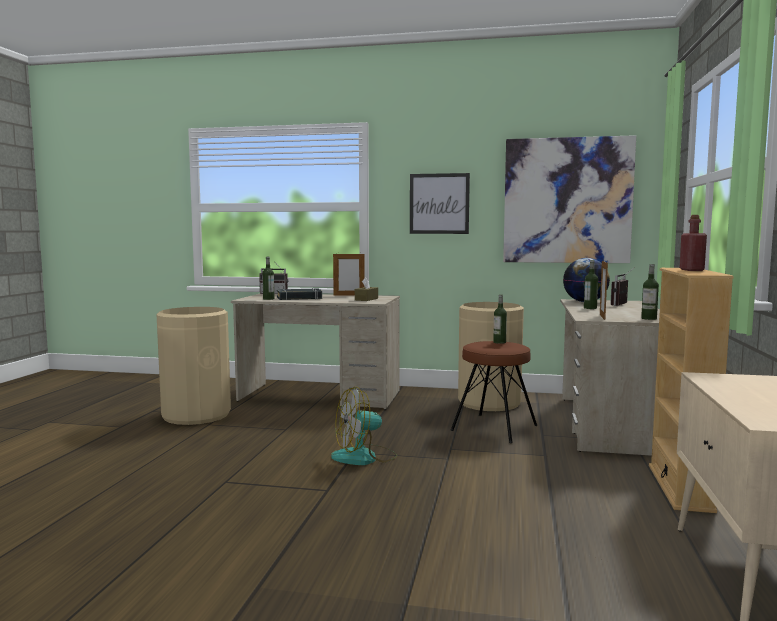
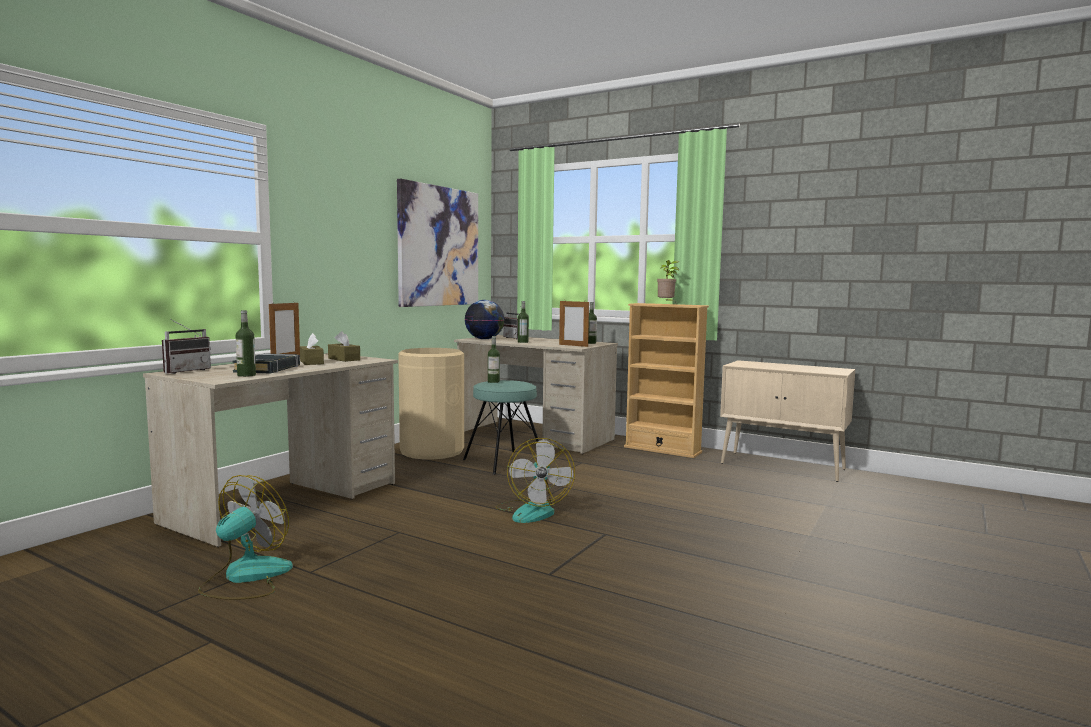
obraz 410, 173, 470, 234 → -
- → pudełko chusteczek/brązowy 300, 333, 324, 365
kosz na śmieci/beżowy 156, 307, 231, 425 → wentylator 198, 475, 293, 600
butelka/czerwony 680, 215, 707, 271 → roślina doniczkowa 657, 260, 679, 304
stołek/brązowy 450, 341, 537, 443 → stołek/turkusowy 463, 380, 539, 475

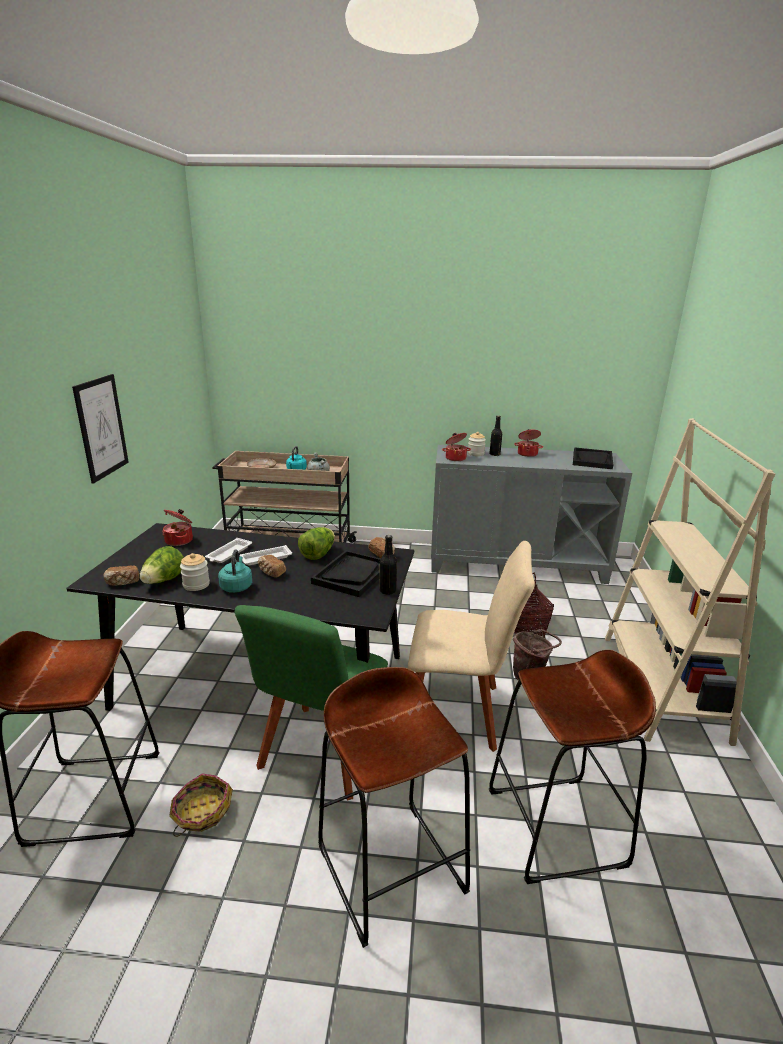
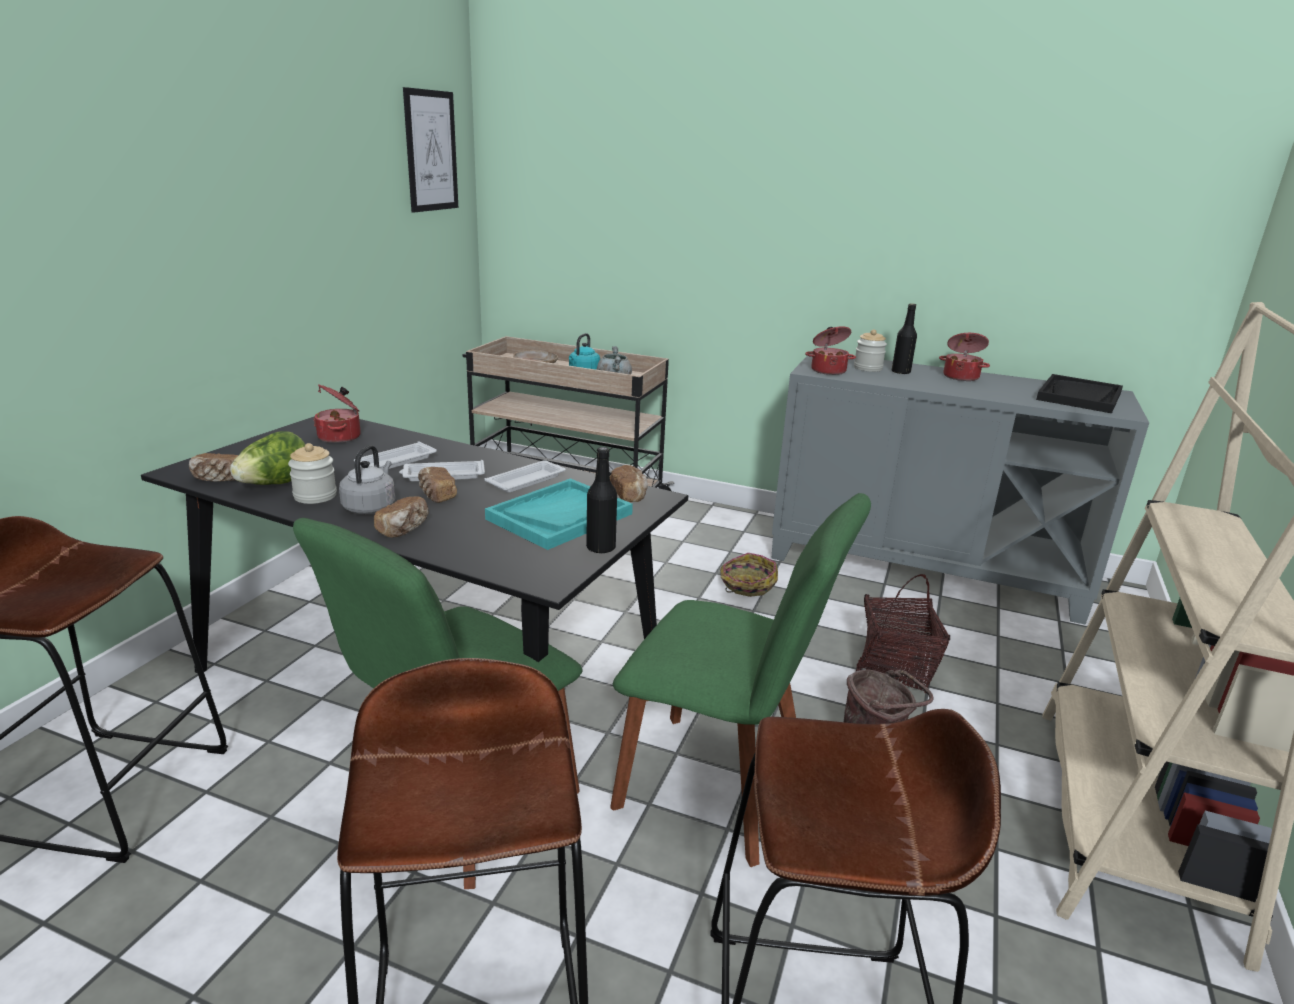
- → chleb 374, 496, 429, 538
obraz 72, 374, 129, 484 → obraz 403, 87, 458, 213, relocated
koszyk 169, 773, 233, 837 → koszyk 720, 553, 778, 597, relocated
sałata 298, 527, 335, 560 → taca/biały 485, 461, 566, 493
czajnik/turkusowy 218, 549, 252, 593 → czajnik/szary 339, 445, 395, 514
taca/czarny 311, 550, 381, 597 → taca/turkusowy 485, 478, 633, 550
krzesło/beżowy 408, 541, 535, 752 → krzesło/zielony 610, 493, 871, 867

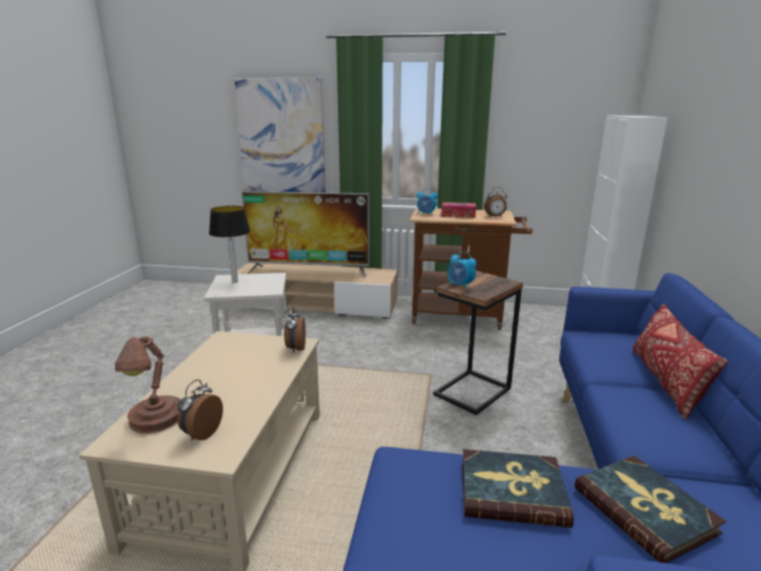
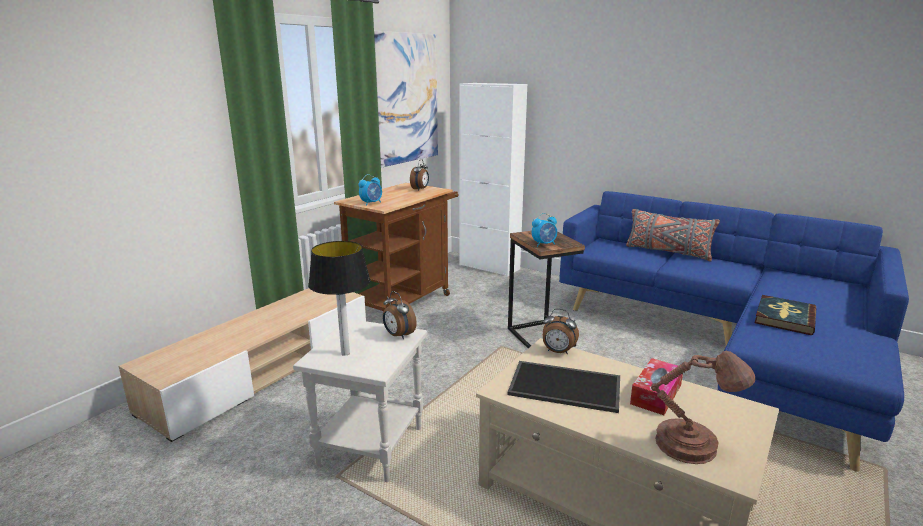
telewizor 241, 191, 369, 278 → -
książka 575, 455, 727, 563 → -
- → taca 508, 361, 620, 413
budzik 177, 379, 223, 441 → budzik 383, 291, 417, 339, relocated
obraz 234, 78, 325, 192 → obraz 374, 31, 438, 168, relocated
pudełko chusteczek 441, 202, 476, 218 → pudełko chusteczek 630, 358, 683, 415, relocated
poduszka/czerwony 633, 304, 728, 419 → poduszka/szary 626, 209, 720, 261

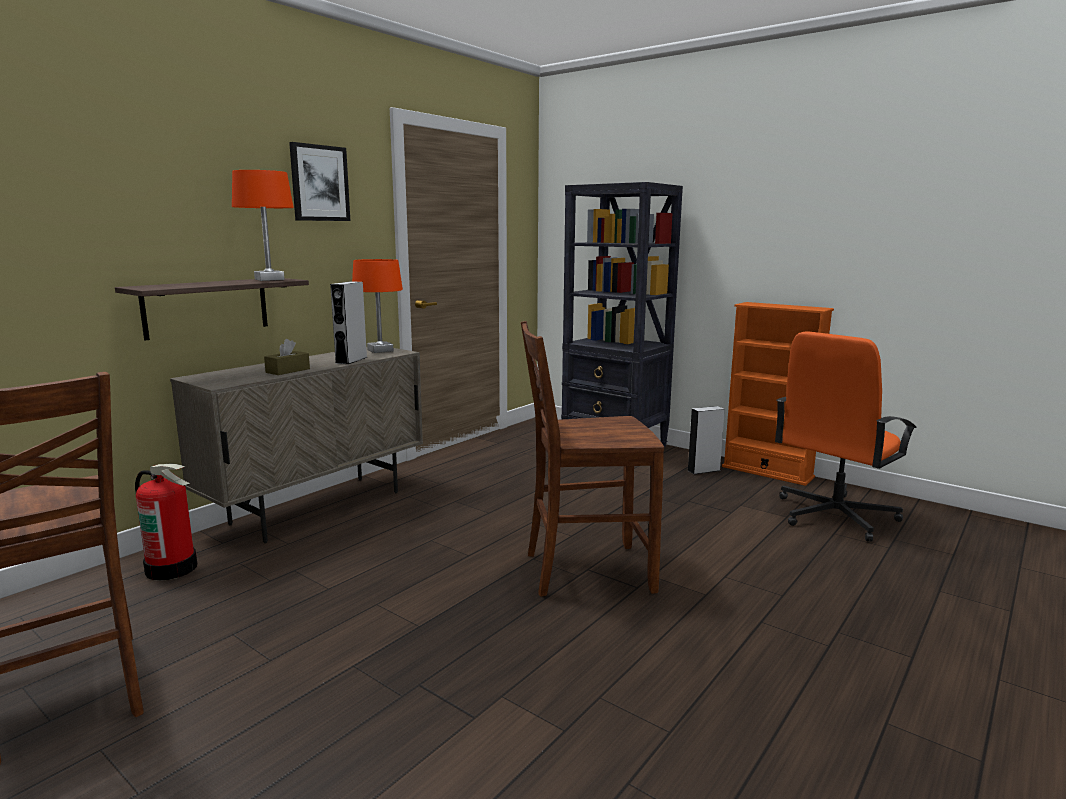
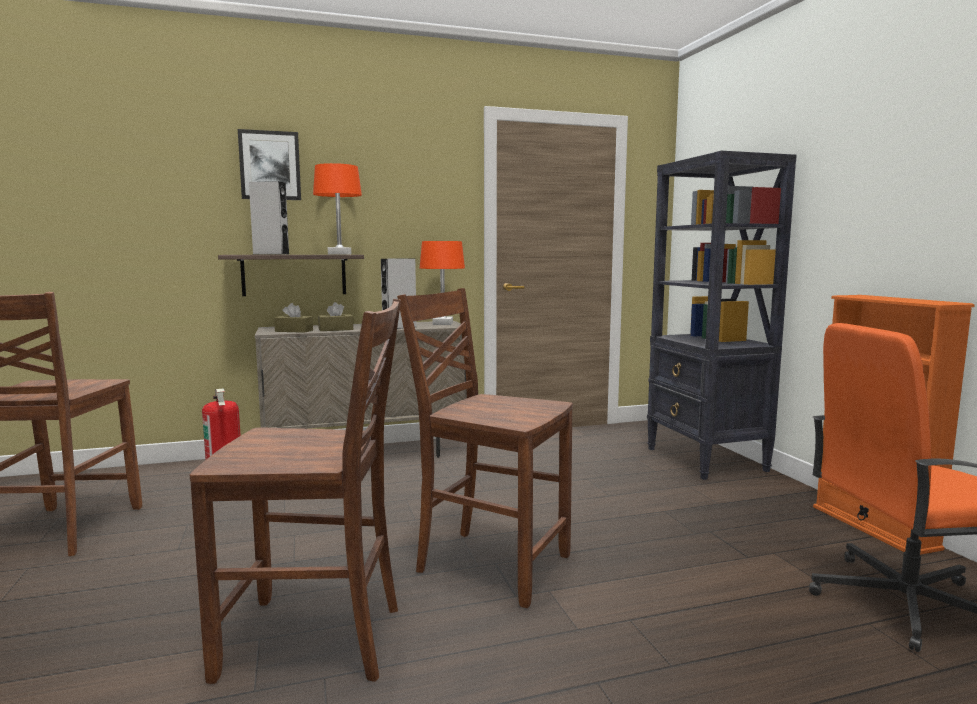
- → krzesło/brązowy 190, 299, 401, 684
- → pudełko chusteczek/brązowy 274, 303, 313, 333
obraz 289, 142, 350, 221 → obraz 238, 129, 301, 200, relocated
głośnik/szary 687, 406, 725, 474 → głośnik/szary 249, 181, 290, 255, relocated

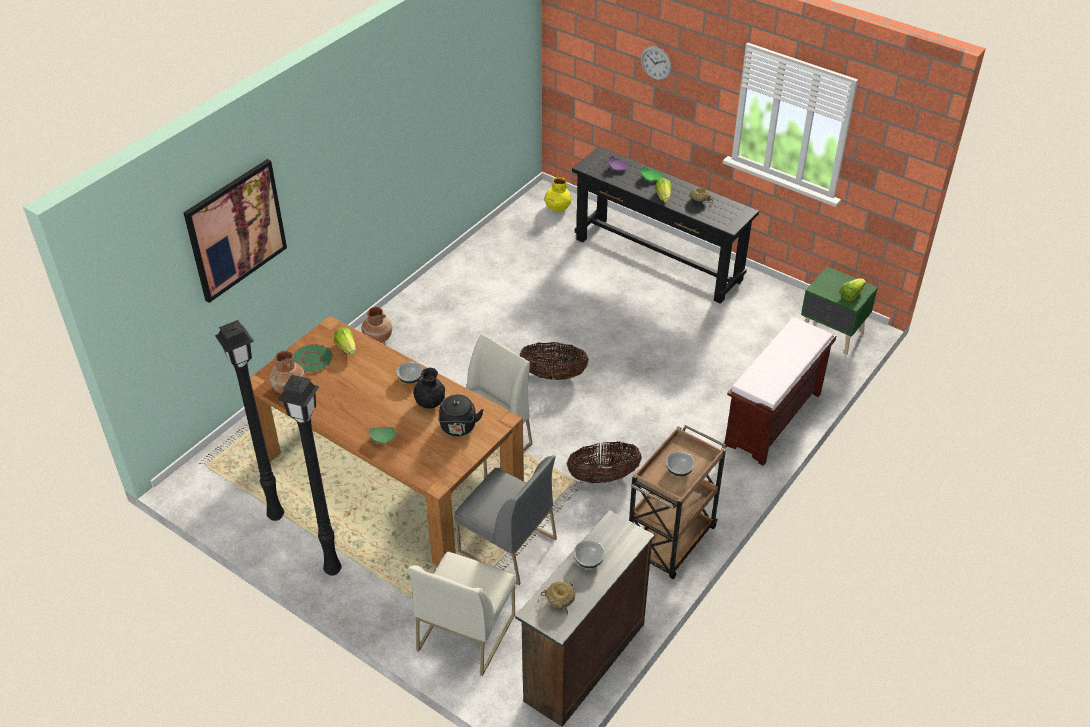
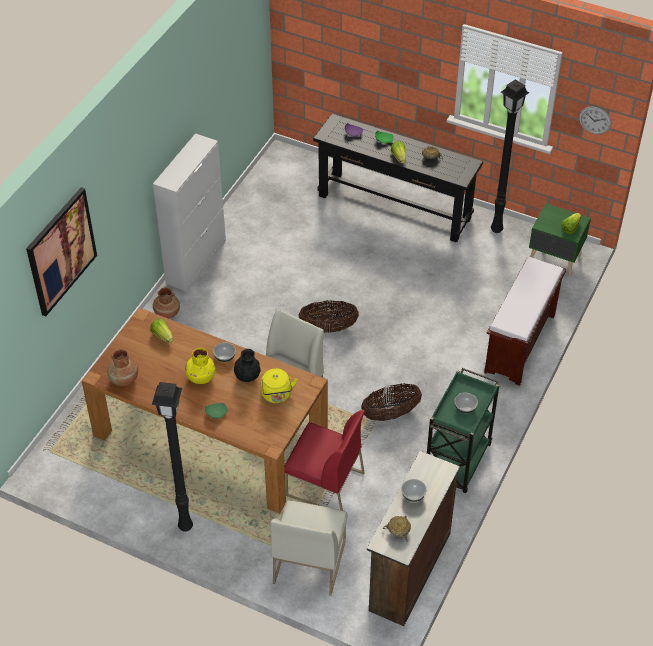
talerz/zielony 293, 344, 333, 373 → -
- → szafka/biały 153, 133, 226, 292
lampa stojąca/czarny 215, 320, 284, 521 → lampa stojąca/czarny 491, 79, 529, 233, relocated
wazon/żółty 545, 177, 572, 211 → wazon/żółty 185, 348, 216, 384, relocated
zegar ścienny 641, 46, 672, 80 → zegar ścienny 579, 107, 611, 134, relocated
czajnik/czarny 438, 395, 484, 436 → czajnik/żółty 260, 368, 298, 403
krzesło/szary 454, 455, 557, 585 → krzesło/czerwony 285, 410, 365, 510
wózek/brązowy 629, 425, 726, 579 → wózek/zielony 427, 368, 499, 493

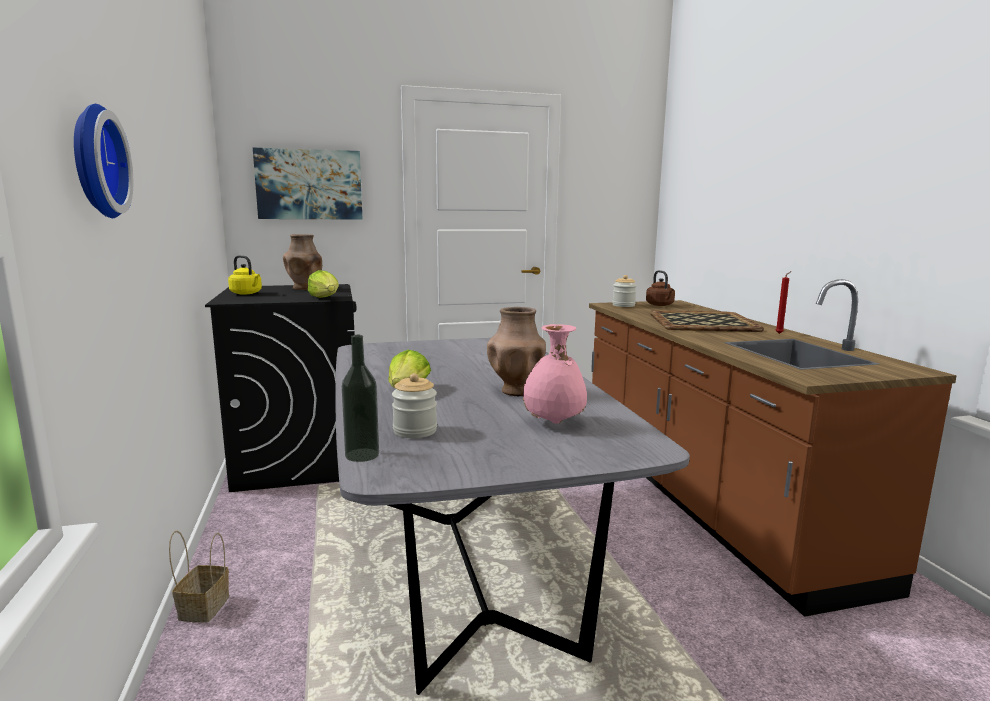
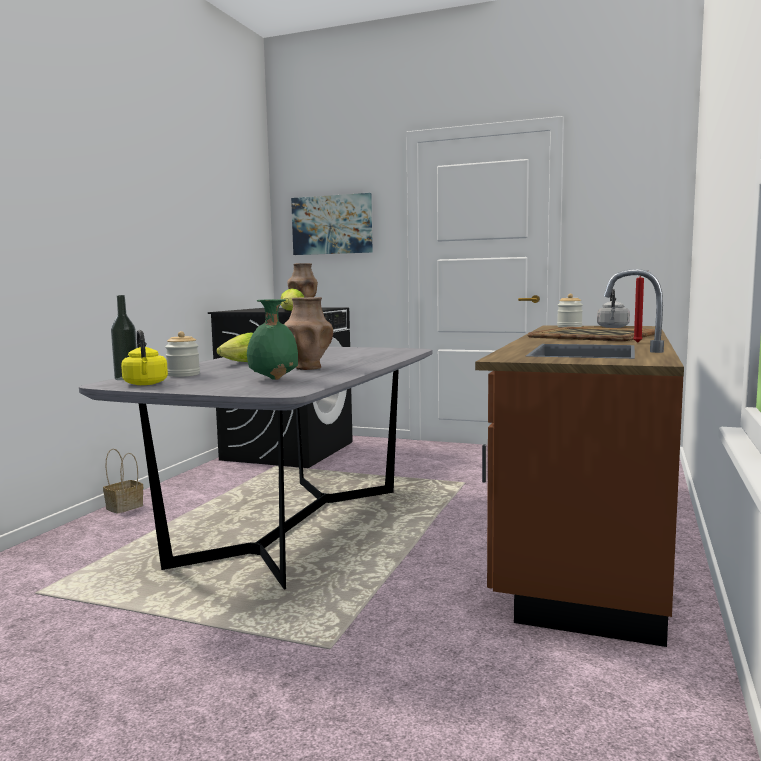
zegar ścienny 74, 104, 133, 218 → -
czajnik/żółty 228, 255, 262, 295 → czajnik/żółty 121, 330, 168, 385, relocated
wazon/różowy 523, 324, 587, 424 → wazon/zielony 247, 299, 298, 380
czajnik/brązowy 646, 270, 675, 306 → czajnik/szary 597, 289, 630, 328

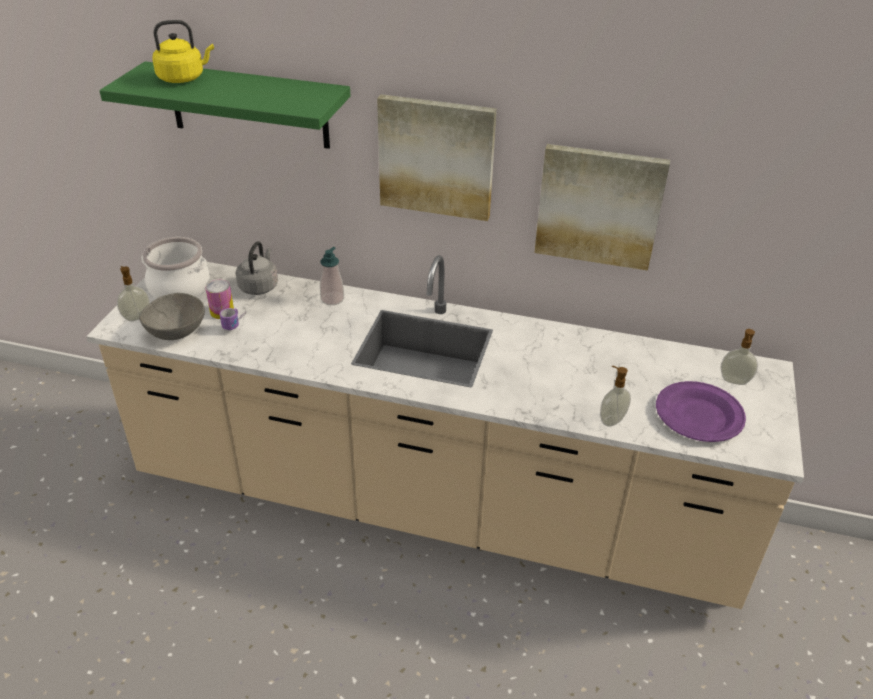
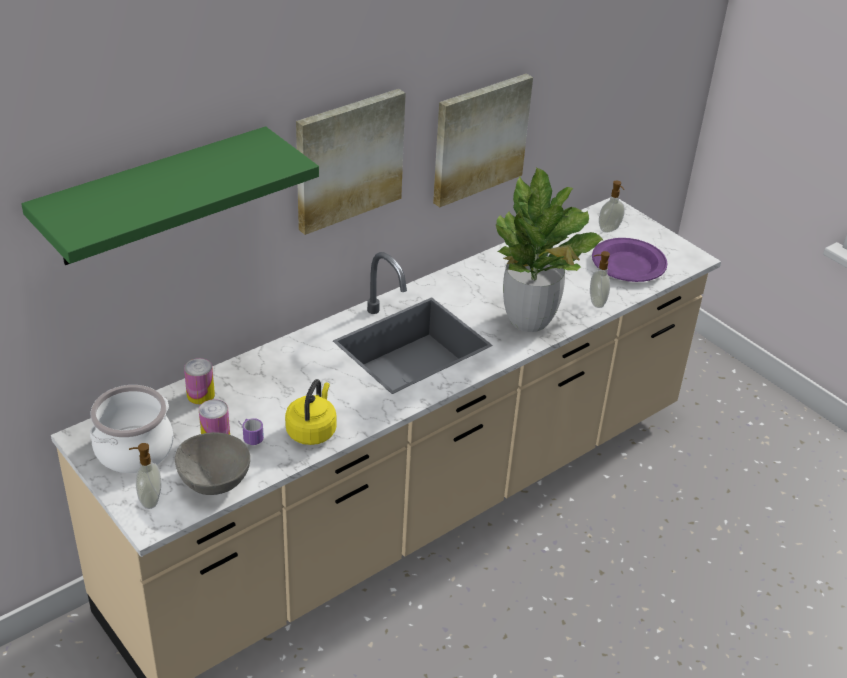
dozownik mydła 320, 247, 344, 305 → -
- → roślina doniczkowa 496, 167, 604, 332
czajnik/żółty 152, 20, 214, 83 → czajnik/żółty 285, 379, 337, 445, relocated
czajnik/szary 236, 241, 278, 295 → puszka 184, 358, 215, 404

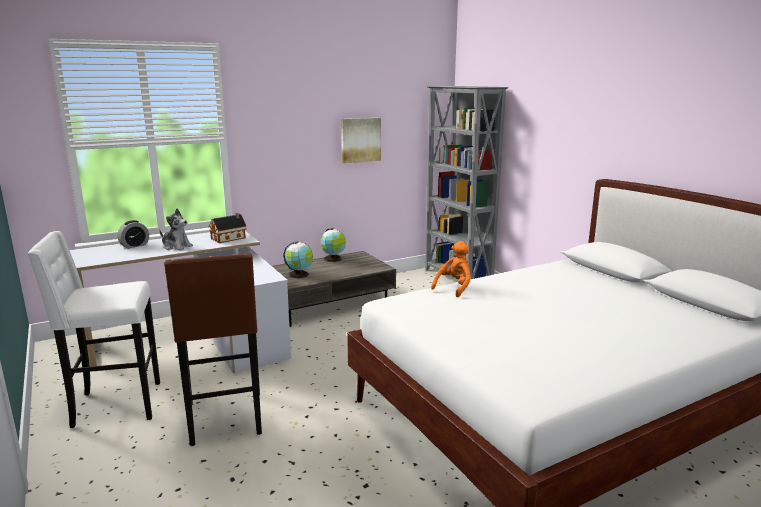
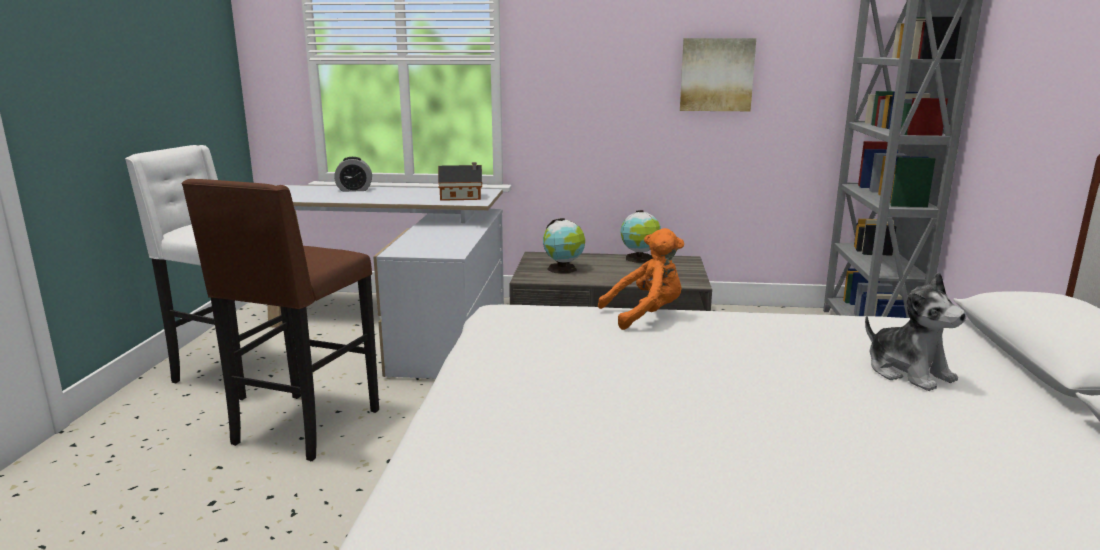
pluszak 159, 209, 193, 250 → pluszak 865, 272, 966, 391, relocated

